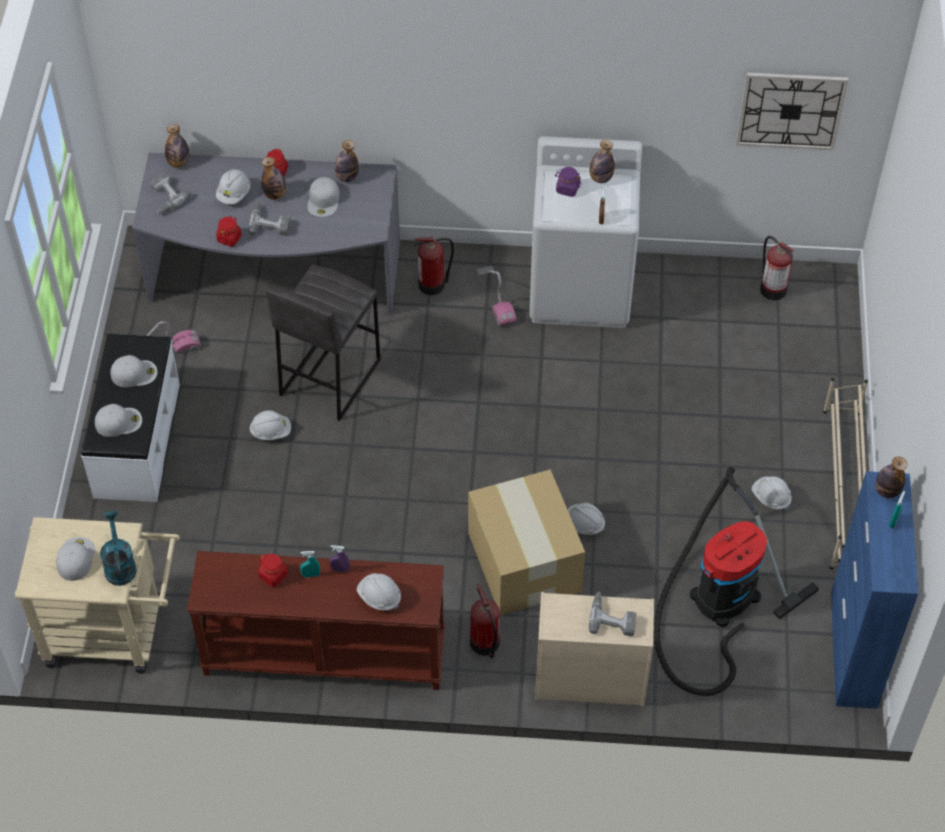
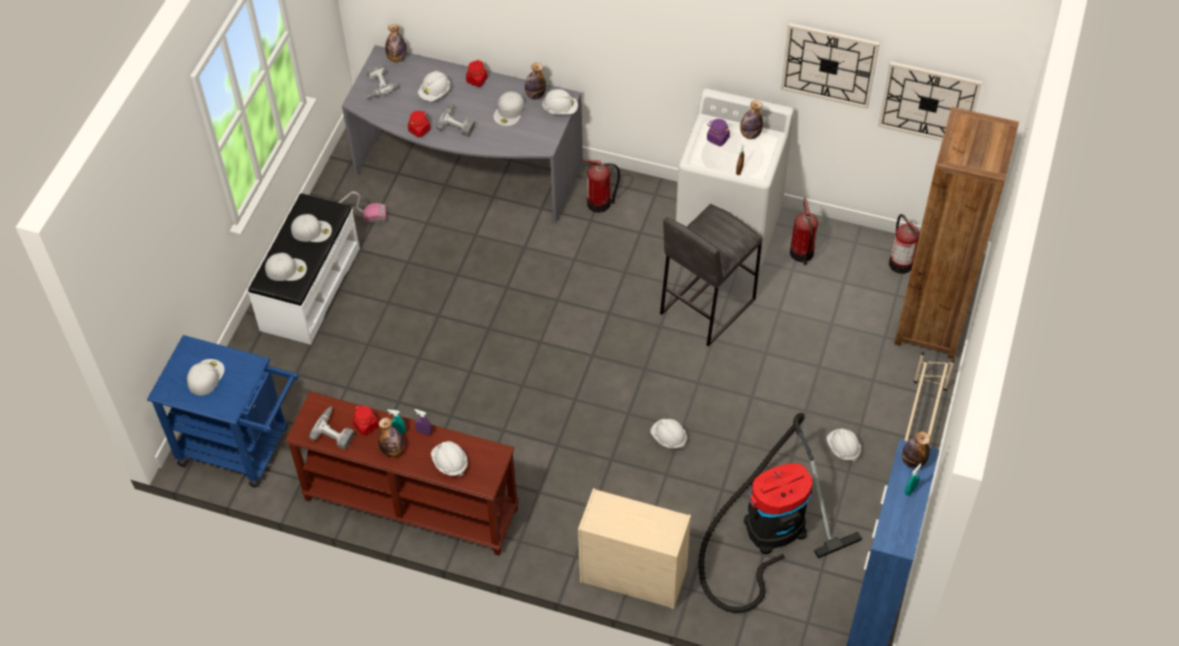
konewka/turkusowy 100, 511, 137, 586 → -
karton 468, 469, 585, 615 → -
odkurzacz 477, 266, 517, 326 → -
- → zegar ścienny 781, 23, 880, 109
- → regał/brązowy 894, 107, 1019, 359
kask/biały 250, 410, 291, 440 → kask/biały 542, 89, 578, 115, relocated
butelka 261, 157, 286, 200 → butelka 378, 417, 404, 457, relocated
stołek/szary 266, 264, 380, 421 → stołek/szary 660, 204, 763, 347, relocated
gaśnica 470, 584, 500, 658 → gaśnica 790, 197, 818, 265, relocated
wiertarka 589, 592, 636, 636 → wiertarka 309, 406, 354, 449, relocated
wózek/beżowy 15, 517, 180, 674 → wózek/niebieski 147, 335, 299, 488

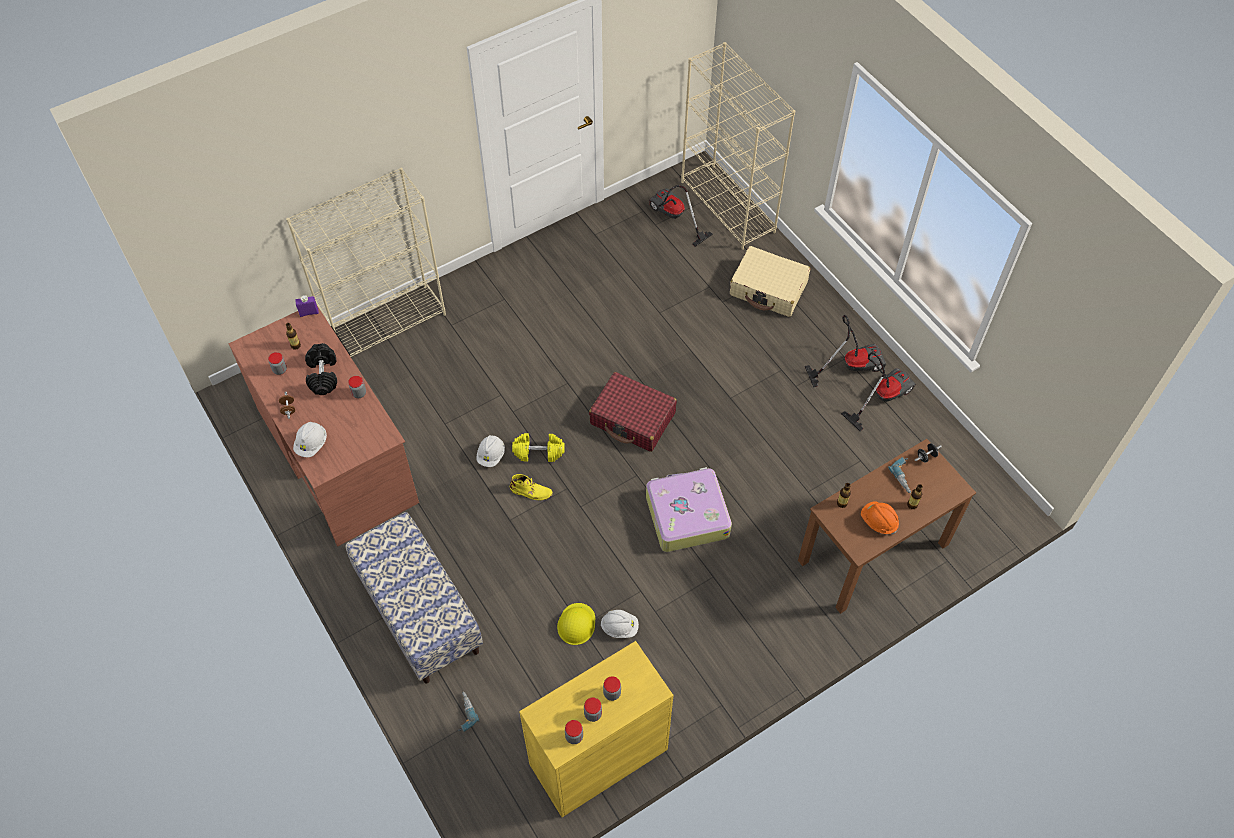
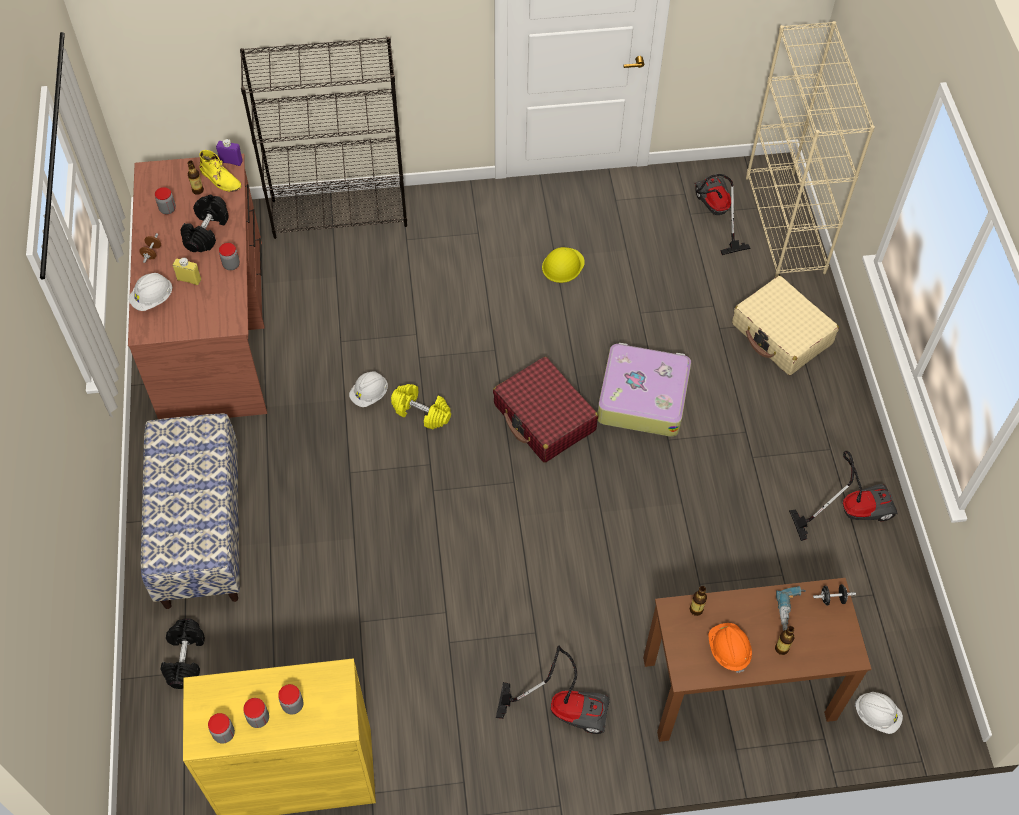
- → butelka/żółty 173, 257, 201, 285
but z cholewką/żółty 510, 474, 553, 500 → but z cholewką/żółty 199, 150, 242, 192, relocated
kask/żółty 557, 603, 595, 645 → kask/żółty 542, 247, 585, 283, relocated
kask/biały 600, 610, 639, 638 → kask/biały 855, 692, 903, 734, relocated
walizka 646, 467, 732, 552 → walizka 597, 343, 691, 437, relocated
odkurzacz 805, 315, 886, 388 → odkurzacz 496, 645, 609, 734, relocated
wiertarka 458, 691, 479, 732 → hantel/czarny 160, 618, 205, 689
regał/beżowy 286, 168, 446, 357 → regał/czarny 240, 37, 407, 239

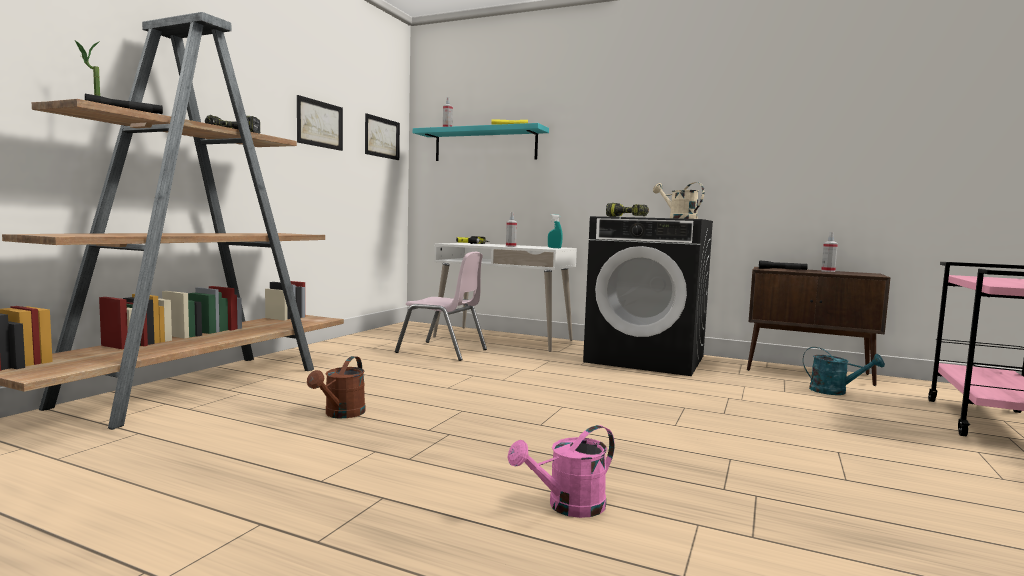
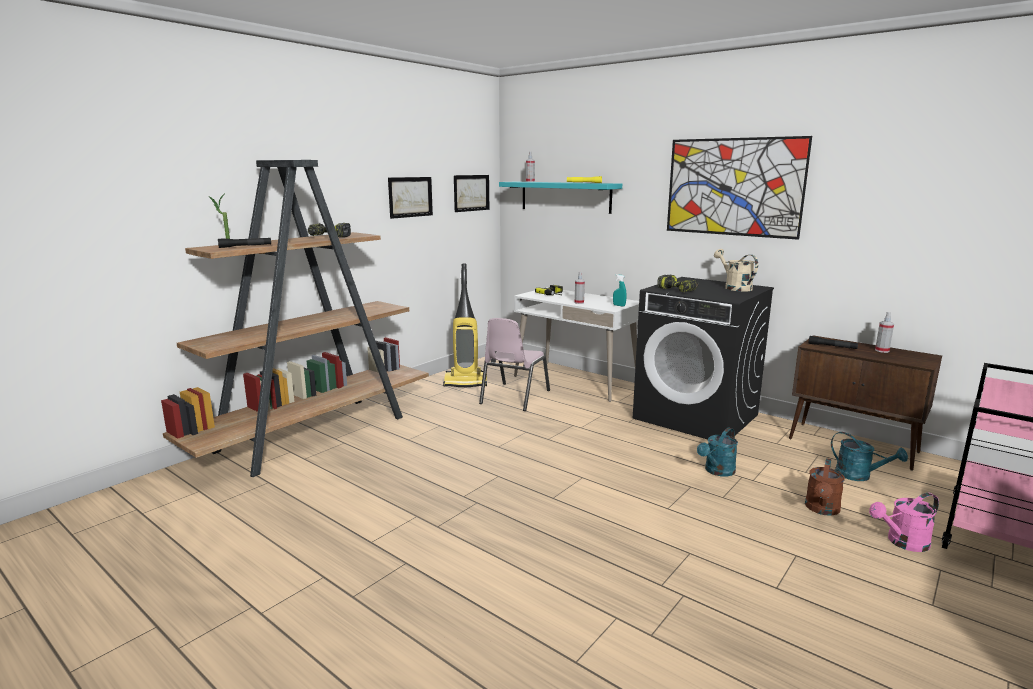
- → odkurzacz 443, 263, 487, 388
- → obraz 667, 136, 812, 240
- → konewka/turkusowy 697, 427, 738, 477
konewka/brązowy 307, 356, 366, 418 → konewka/brązowy 805, 458, 845, 516, relocated
konewka/różowy 507, 425, 615, 518 → konewka/różowy 869, 493, 939, 552, relocated
krzesło/różowy 395, 252, 487, 361 → krzesło/różowy 479, 318, 550, 411, 75 degrees clockwise

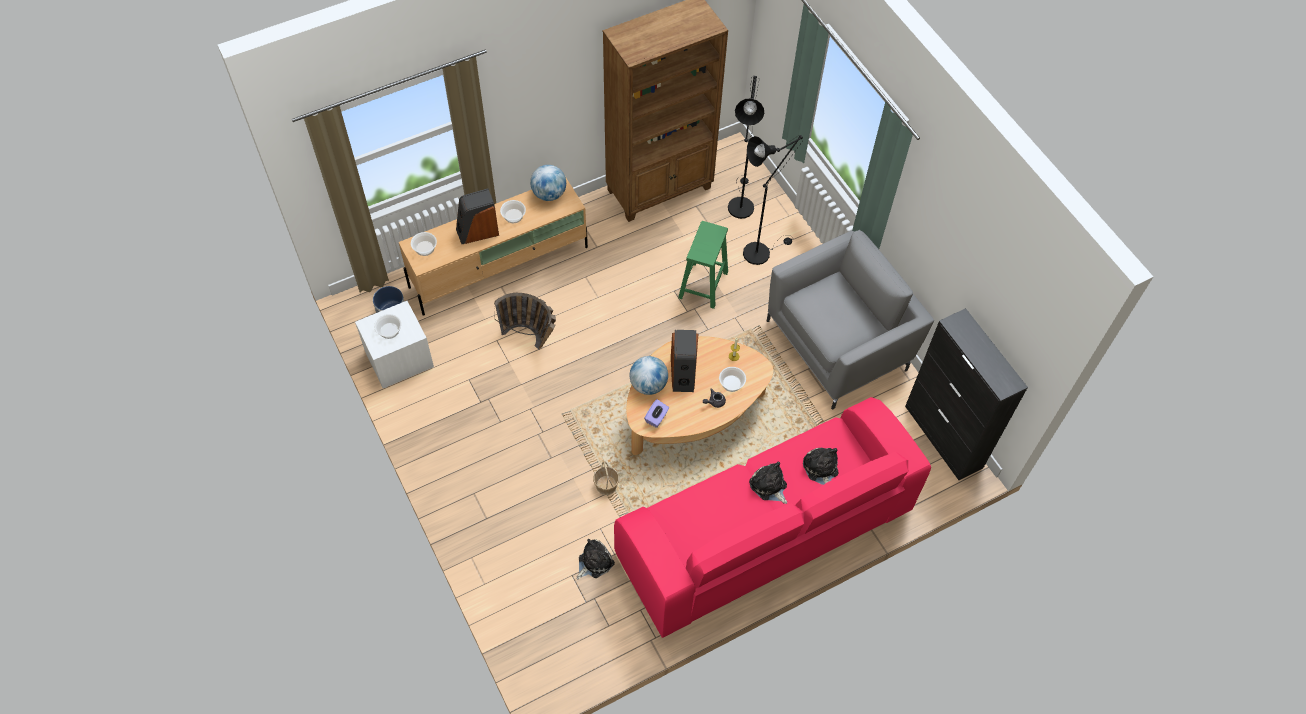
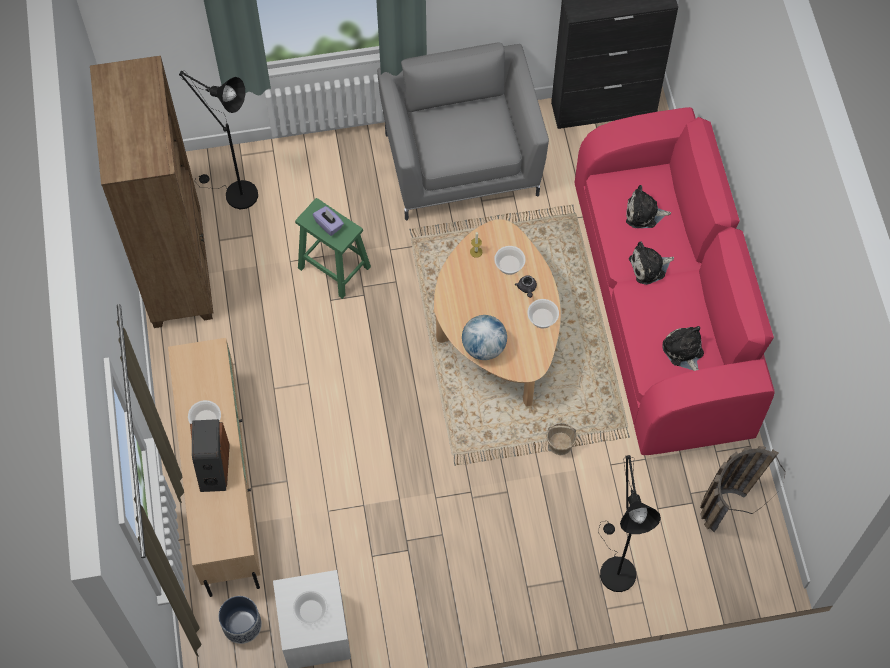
globus 530, 165, 566, 201 → -
głośnik 671, 330, 698, 392 → -
miska 411, 232, 437, 256 → miska 527, 299, 559, 328, relocated
koszyk 494, 293, 556, 350 → koszyk 700, 446, 785, 532, relocated
pluszak 577, 539, 615, 579 → pluszak 663, 326, 704, 371, relocated
pudełko chusteczek/fioletowy 644, 399, 669, 428 → pudełko chusteczek/fioletowy 313, 206, 344, 236, relocated
lampa stojąca/czarny 743, 135, 803, 265 → lampa stojąca/czarny 598, 455, 661, 592, relocated

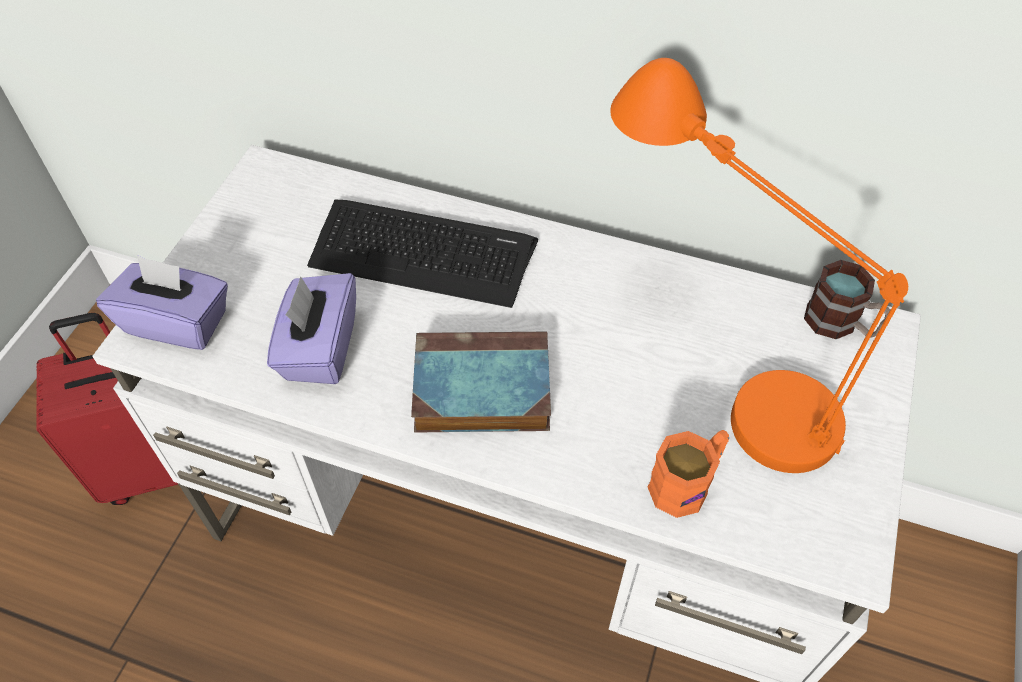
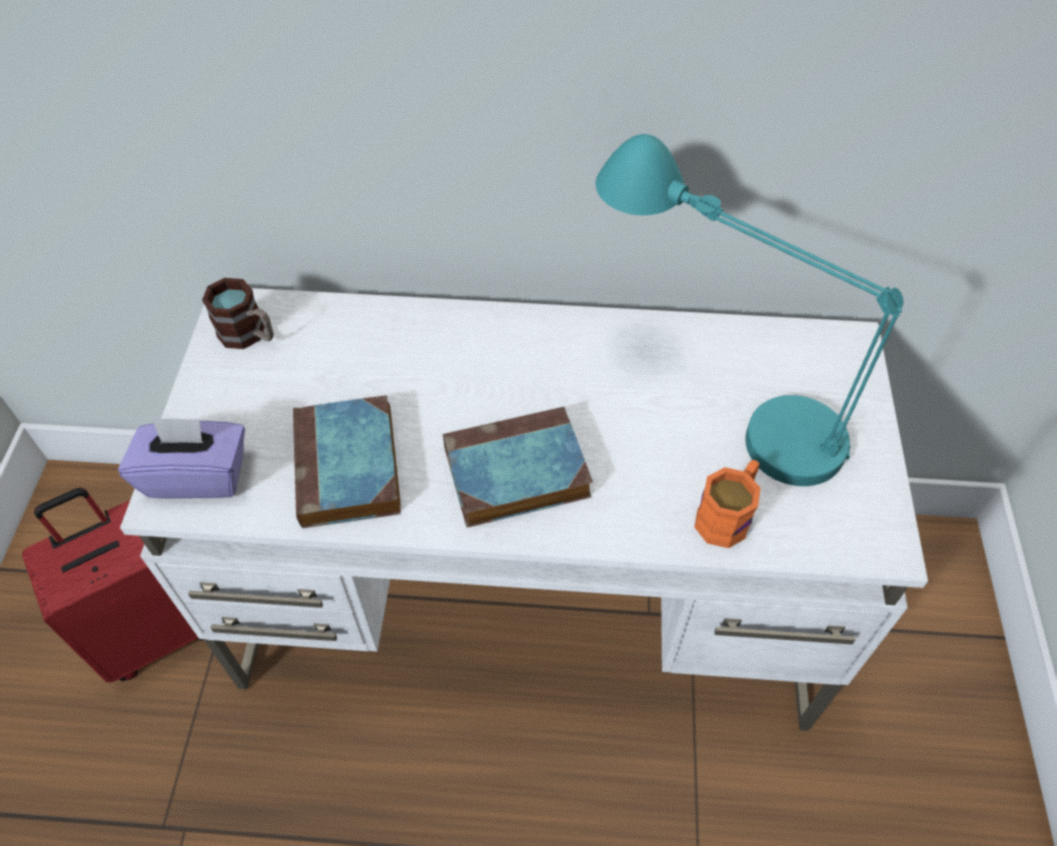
klawiatura 307, 199, 538, 308 → -
kubek 804, 260, 890, 339 → kubek 202, 278, 274, 349, relocated
pudełko chusteczek/fioletowy 267, 273, 356, 384 → książka 293, 395, 401, 528
lampa stołowa/pomarańczowy 610, 58, 908, 473 → lampa stołowa/turkusowy 596, 134, 904, 486

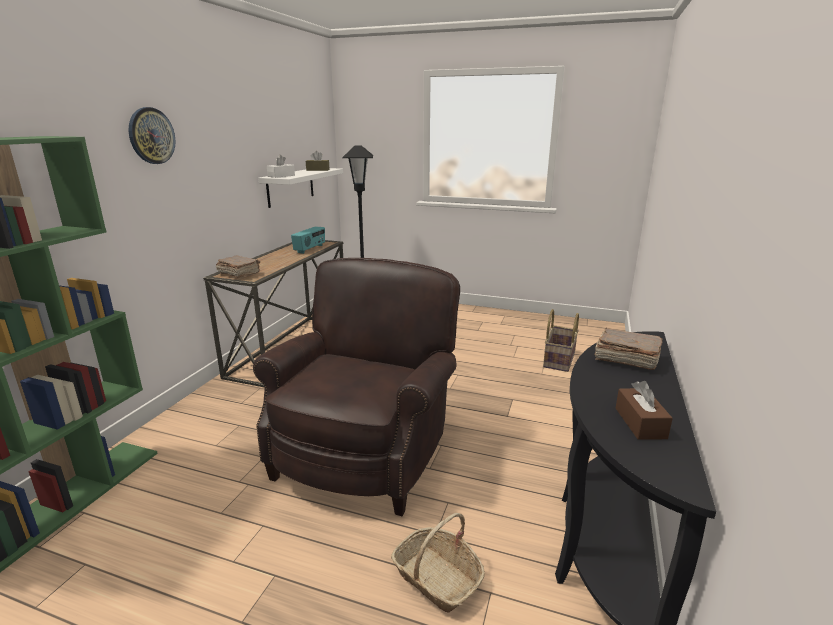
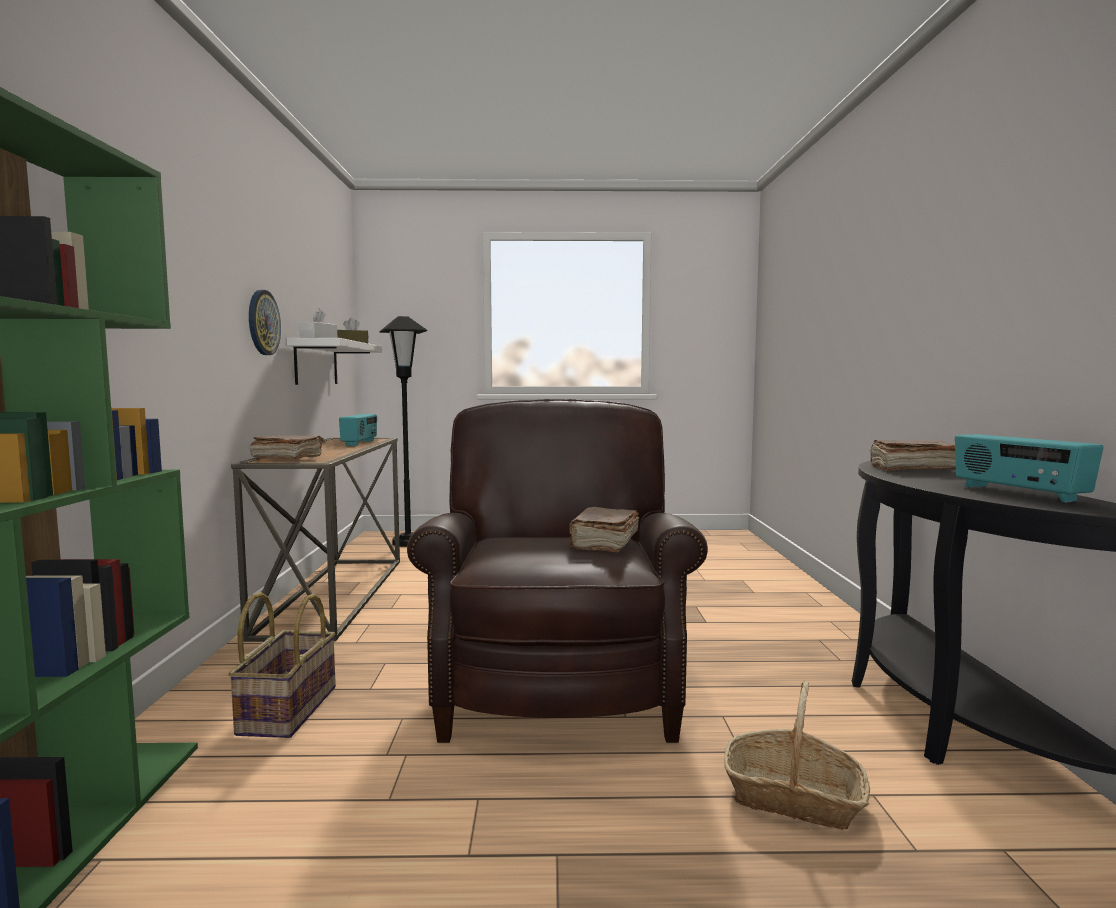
- → książka/brązowy 568, 507, 639, 552
zegar ścienny 129, 107, 175, 164 → zegar ścienny 249, 290, 281, 355, relocated
koszyk 543, 309, 579, 372 → koszyk 228, 592, 336, 738, relocated
pudełko chusteczek/brązowy 616, 381, 673, 440 → radio 955, 434, 1104, 503

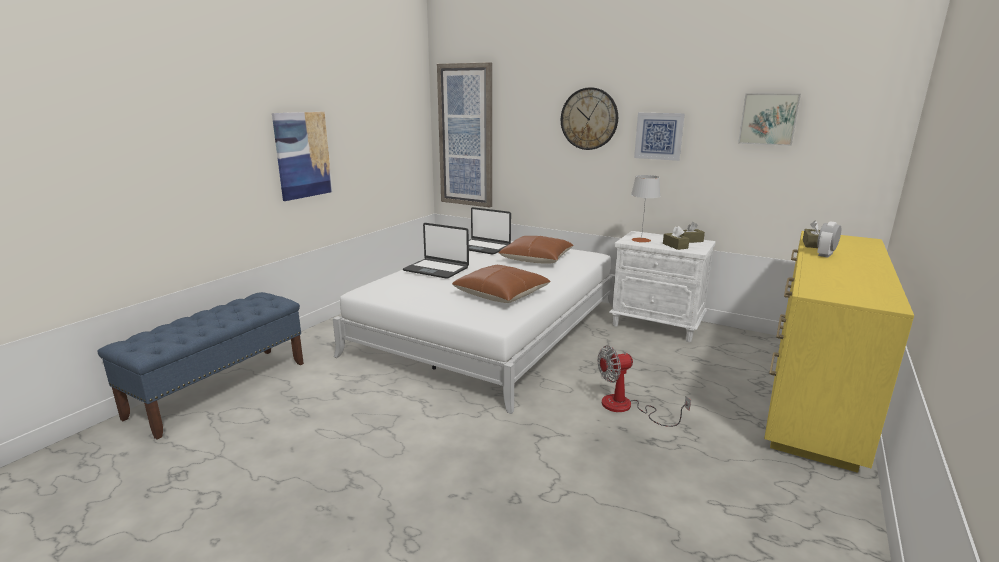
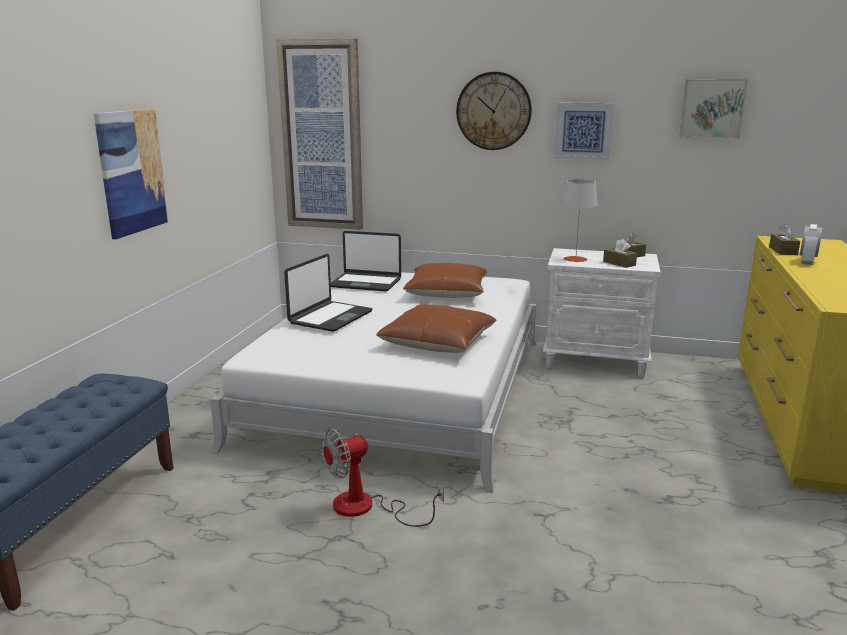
wentylator 598, 345, 691, 427 → wentylator 321, 428, 444, 527, relocated
laptop 403, 223, 469, 279 → laptop 284, 254, 372, 332, 75 degrees counterclockwise

